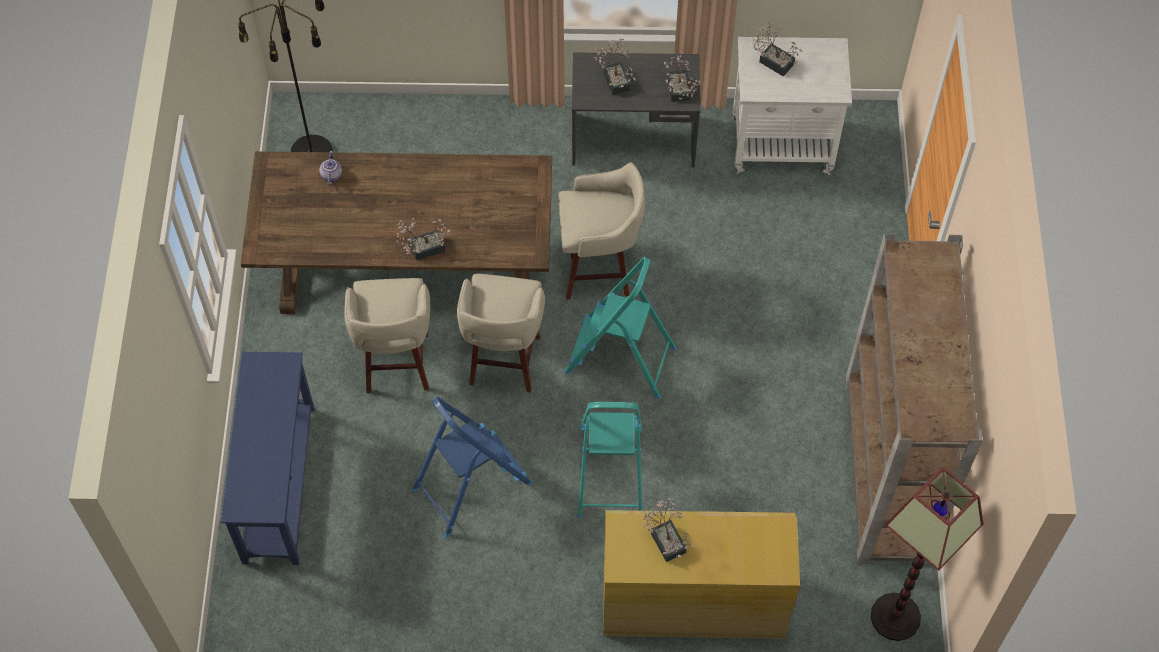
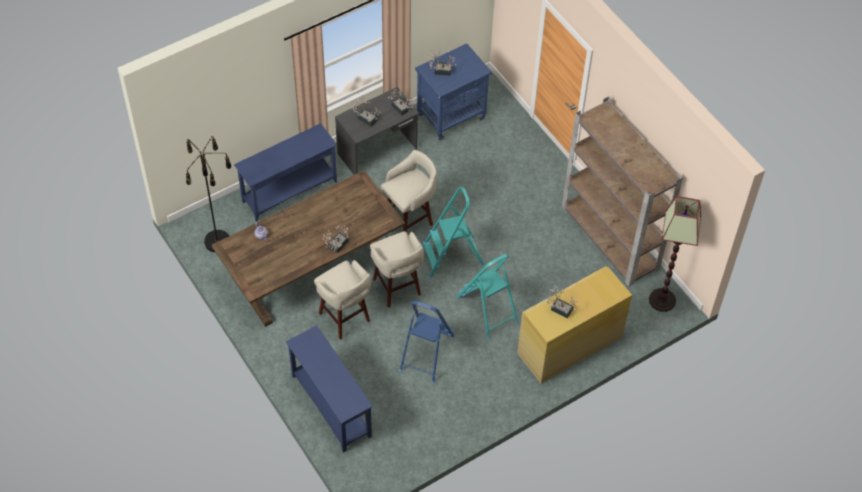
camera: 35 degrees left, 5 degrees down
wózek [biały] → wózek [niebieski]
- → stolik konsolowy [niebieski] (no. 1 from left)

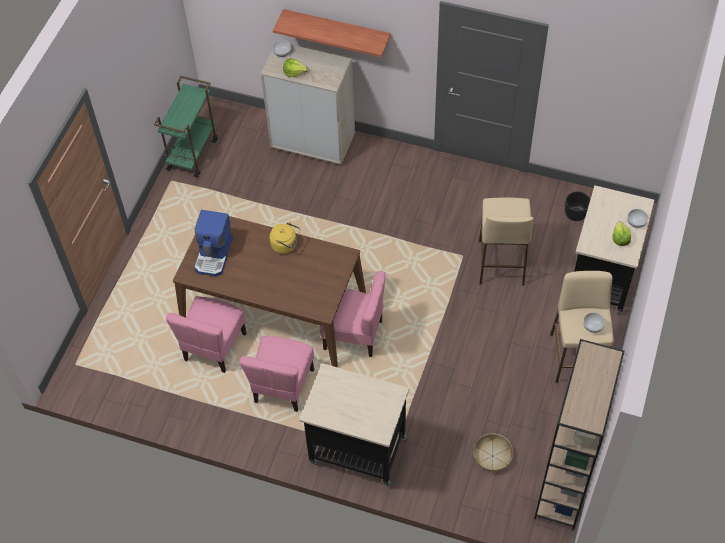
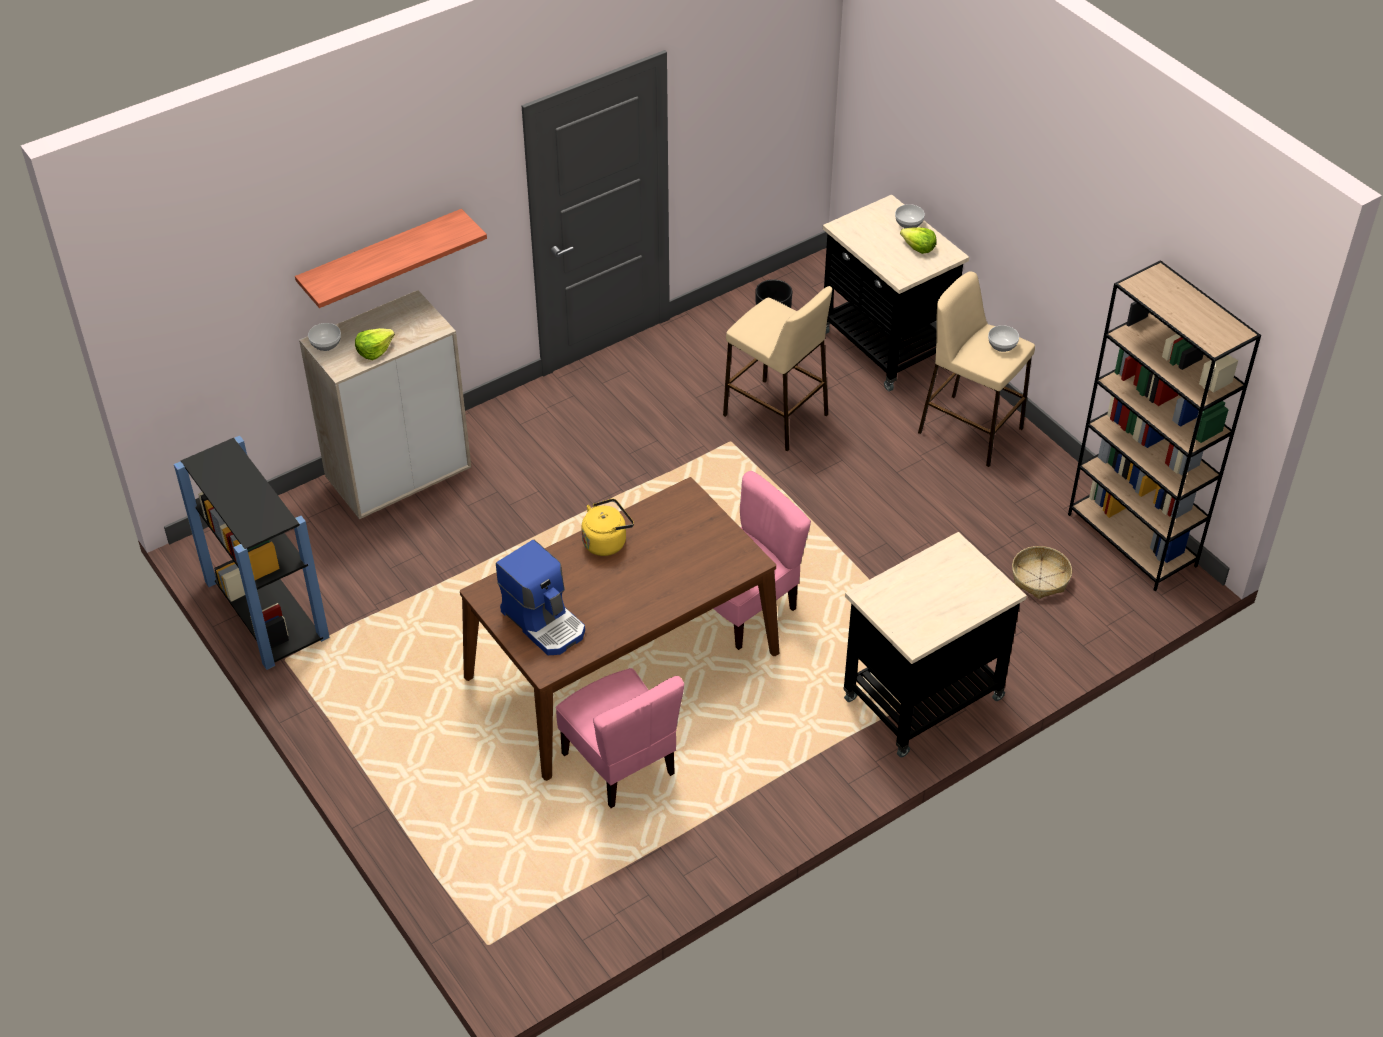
camera: 55 degrees left, 10 degrees down
wózek [zielony] → regał [czarny]
krzesło [różowy] (no. 2 from left) → -

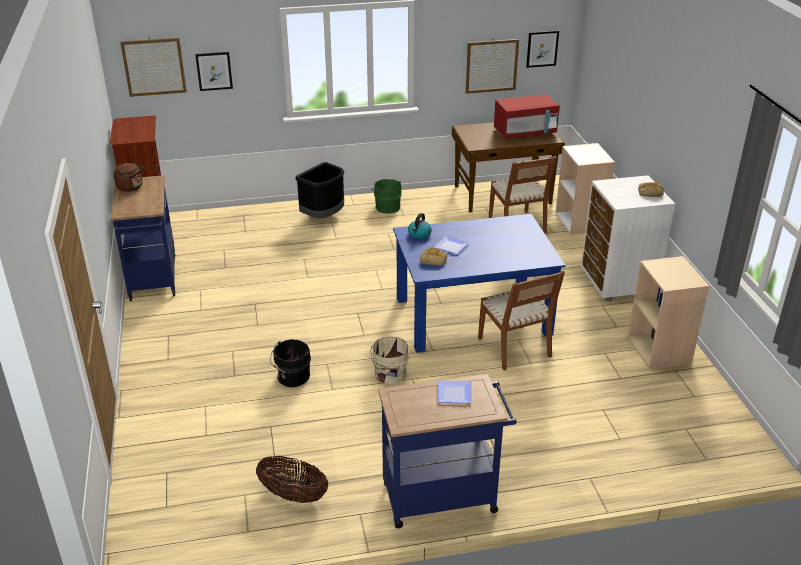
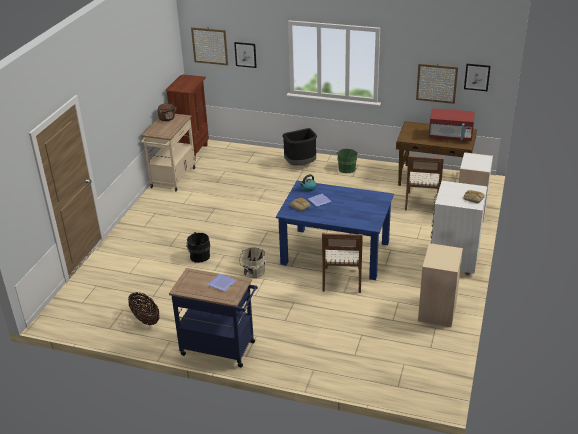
camera: 30 degrees right, 0 degrees up
wózek [niebieski] (no. 1 from left) → wózek [beżowy]

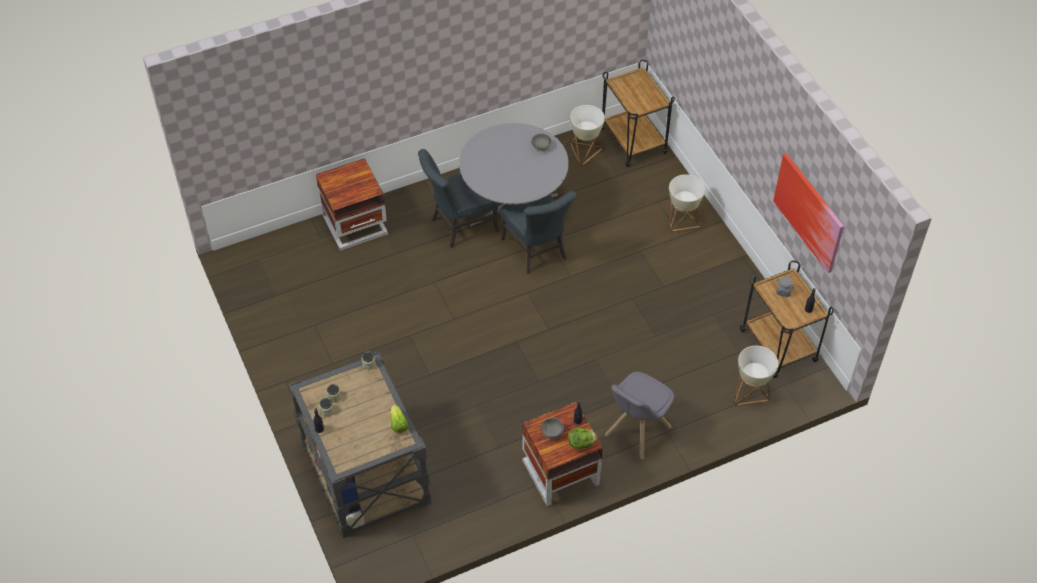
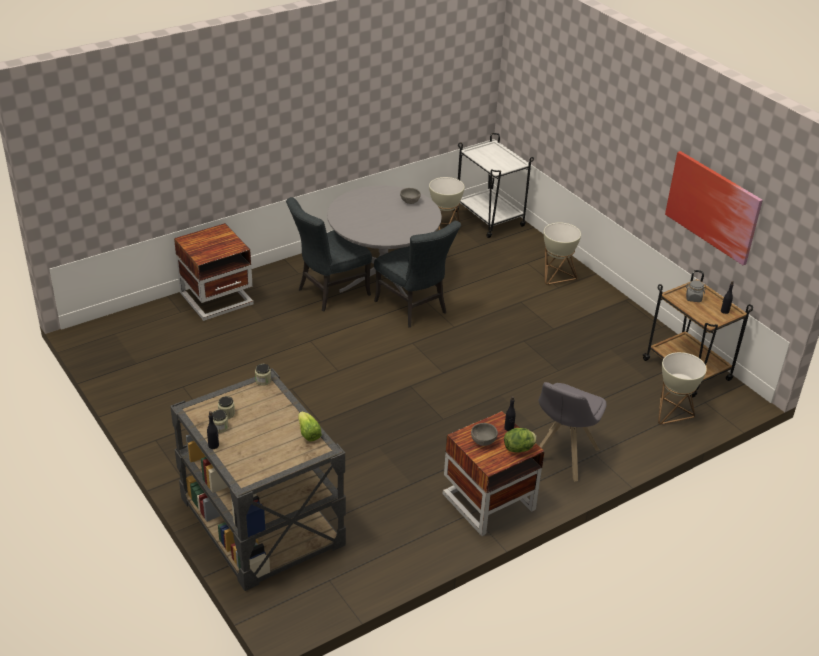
camera: 10 degrees left, 15 degrees down
wózek [brązowy] (no. 1 from left) → wózek [biały]

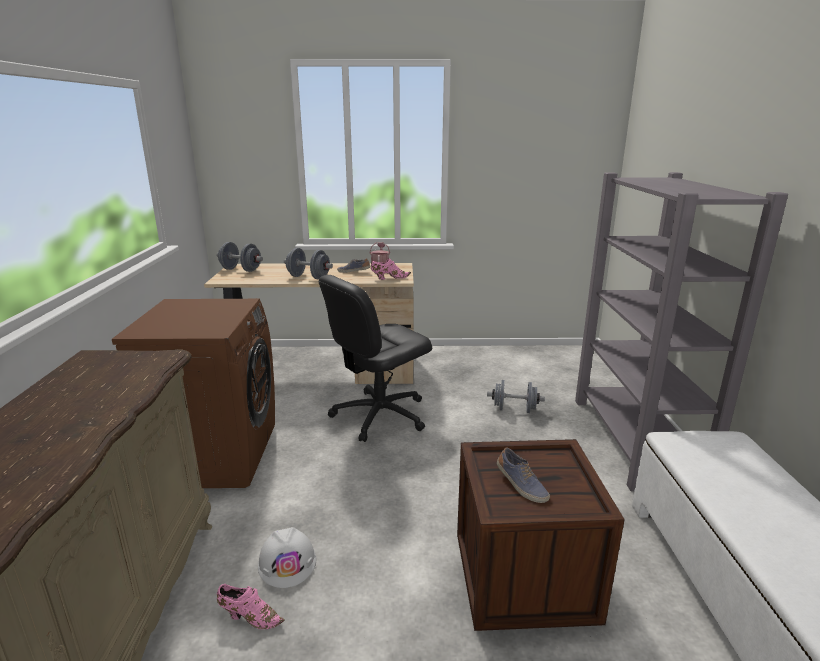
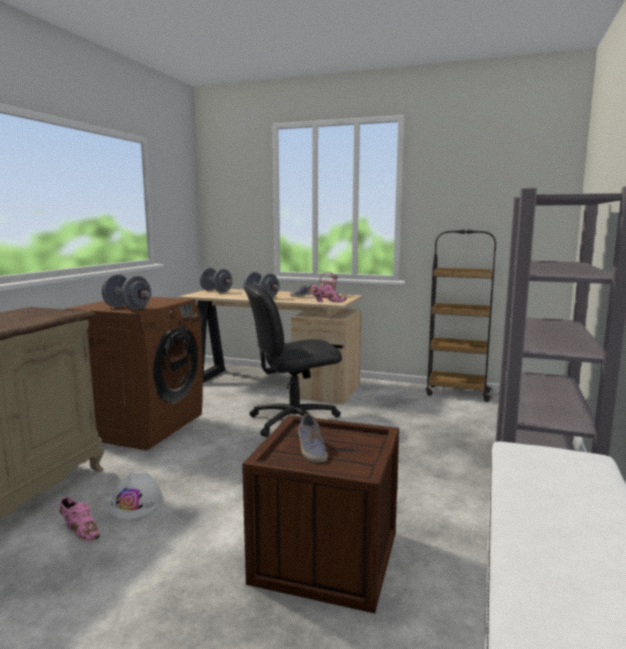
camera: 20 degrees right, 10 degrees down
hantel [szary] (no. 3 from left in the first image) → hantel [szary] (no. 1 from left), relocated
- → wózek [brązowy]

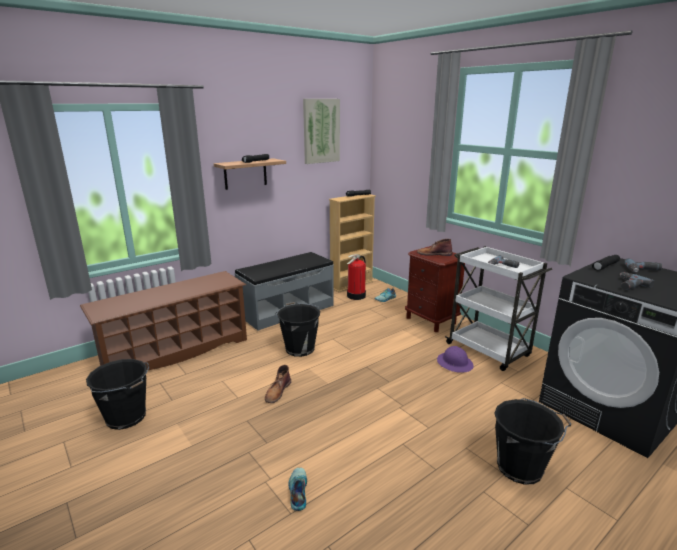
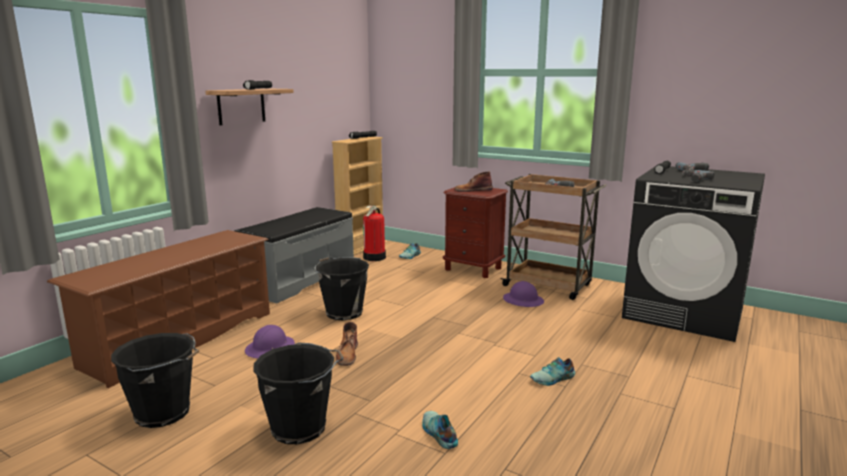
camera: 20 degrees left, 5 degrees down
obraz → -
wózek [biały] → wózek [brązowy]
wiadro [czarny] (no. 3 from left in the first image) → wiadro [czarny] (no. 2 from left), relocated
- → kask [fioletowy] (no. 1 from left)
- → but (no. 3 from left)

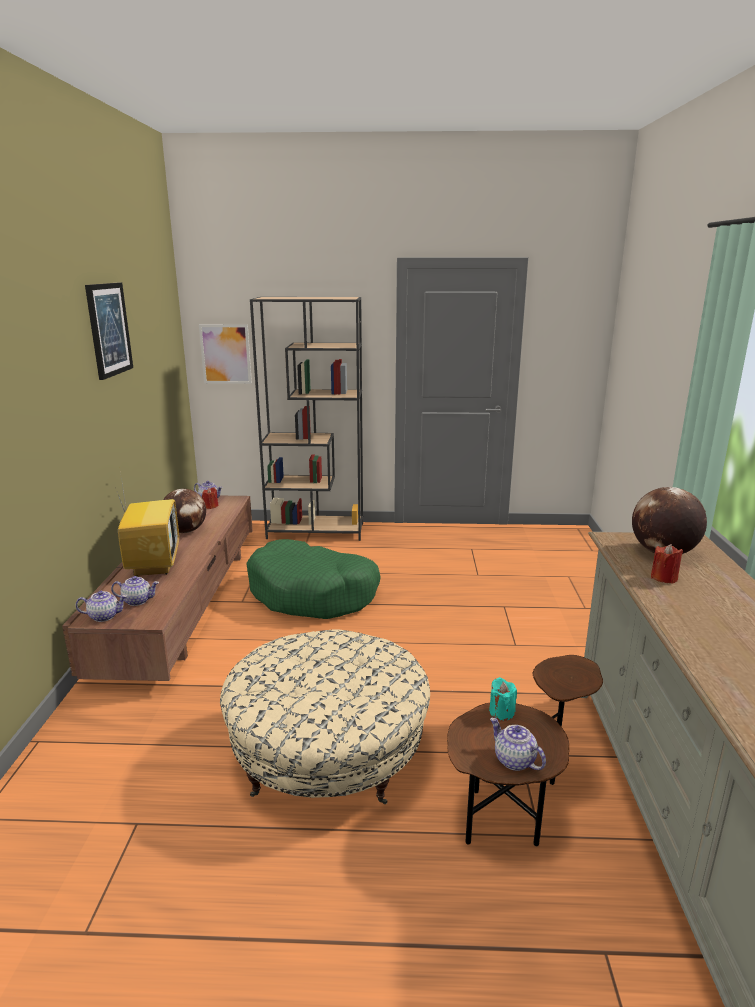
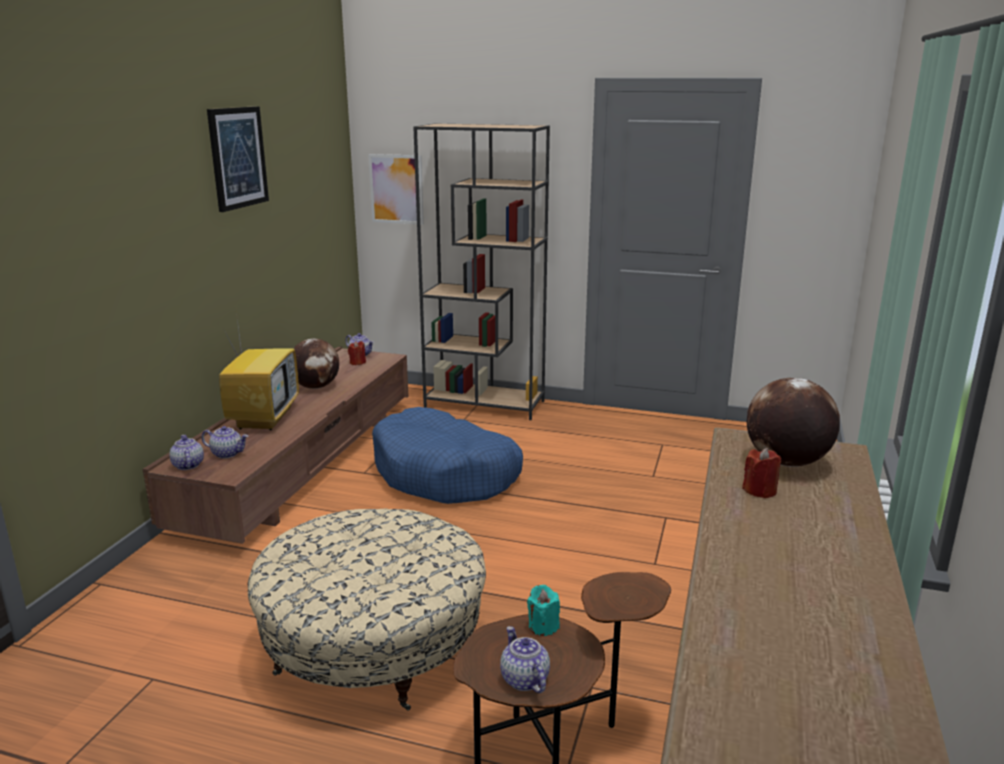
camera: 15 degrees right, 0 degrees up
imbryk (no. 1 from left), 120 degrees counterclockwise
legowisko [zielony] → legowisko [niebieski]

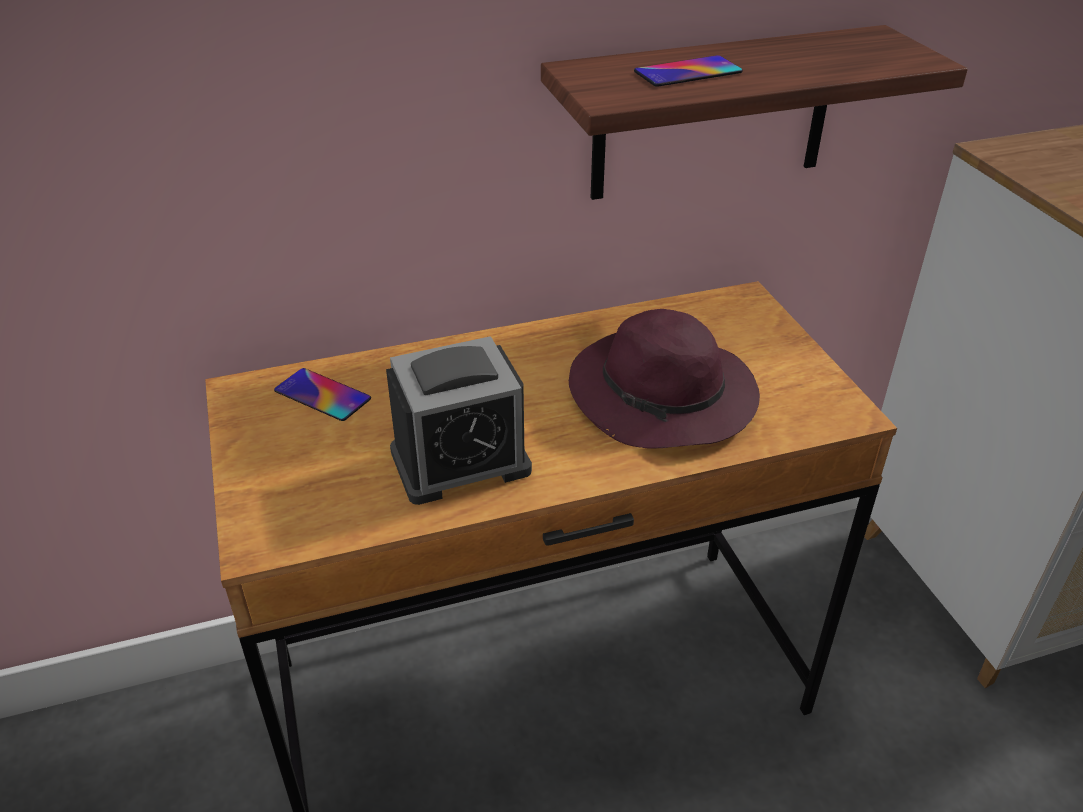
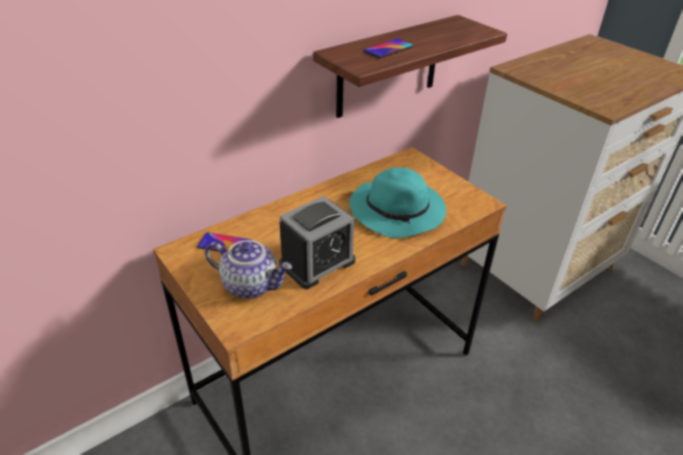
camera: 20 degrees left, 0 degrees up
kapelusz [fioletowy] → kapelusz [turkusowy]
- → imbryk

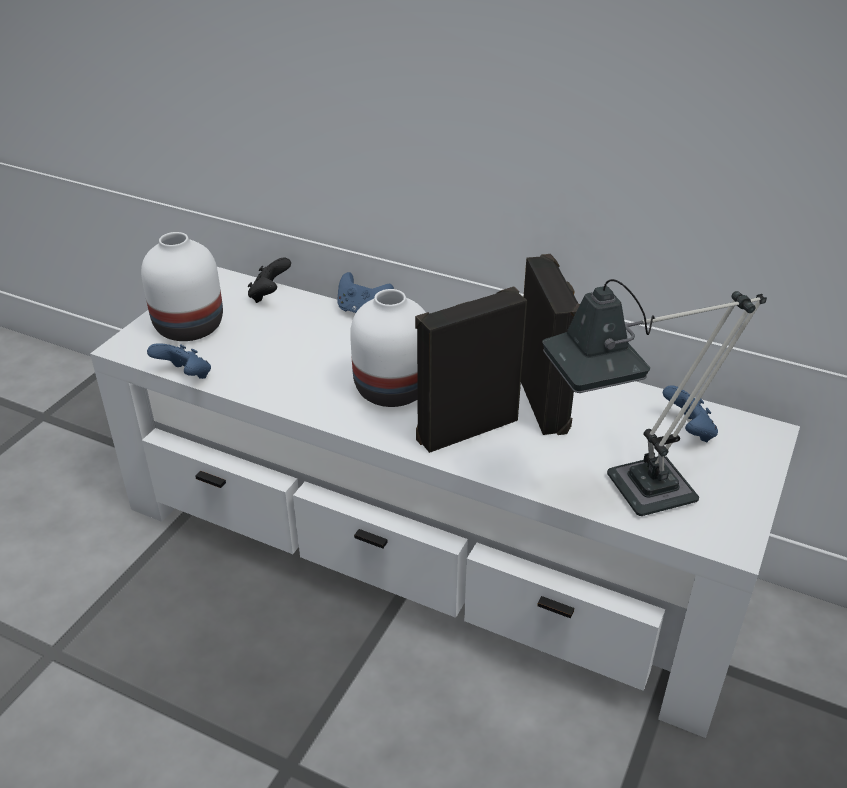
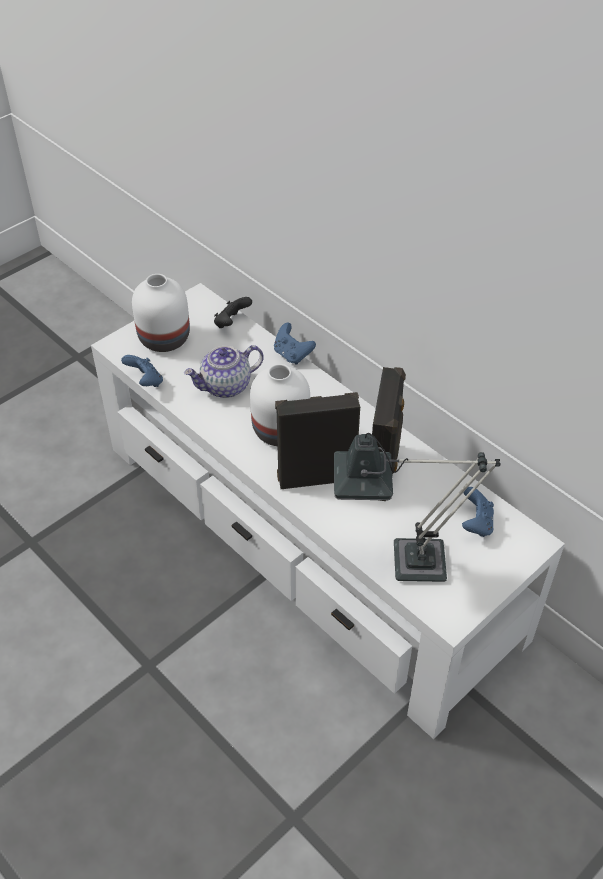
camera: 20 degrees right, 10 degrees up
- → imbryk

